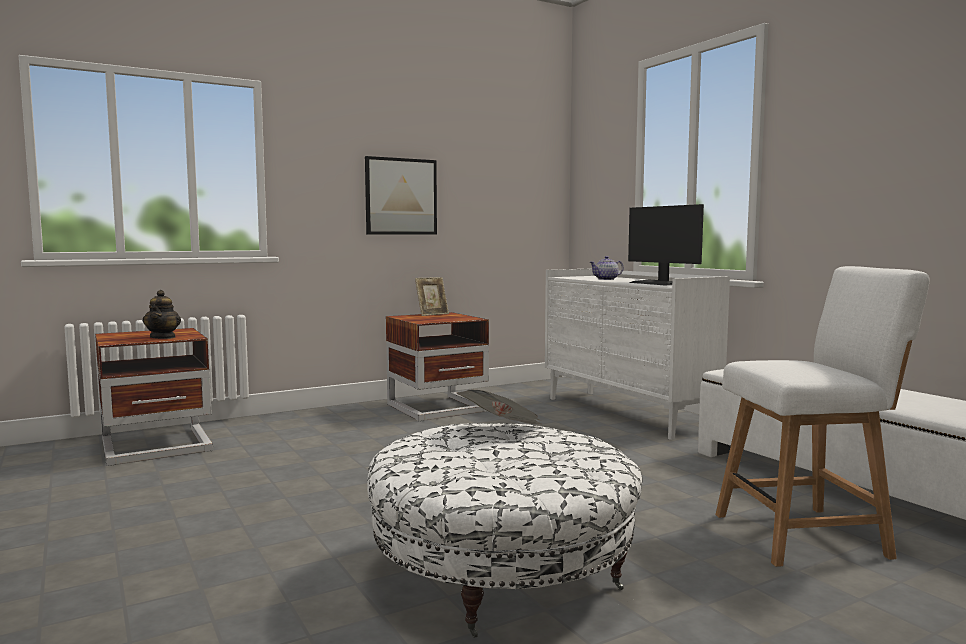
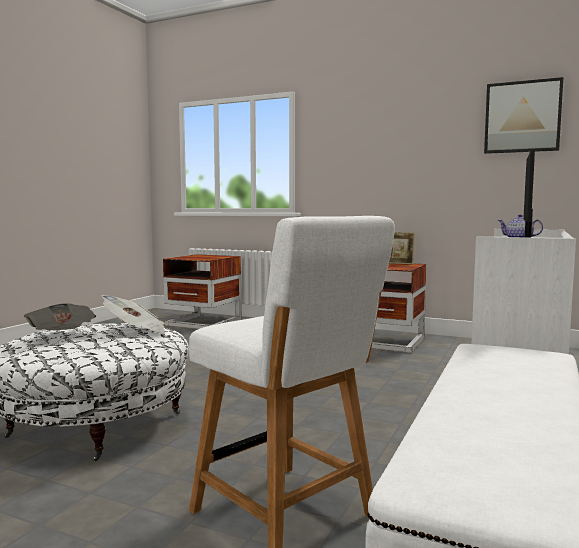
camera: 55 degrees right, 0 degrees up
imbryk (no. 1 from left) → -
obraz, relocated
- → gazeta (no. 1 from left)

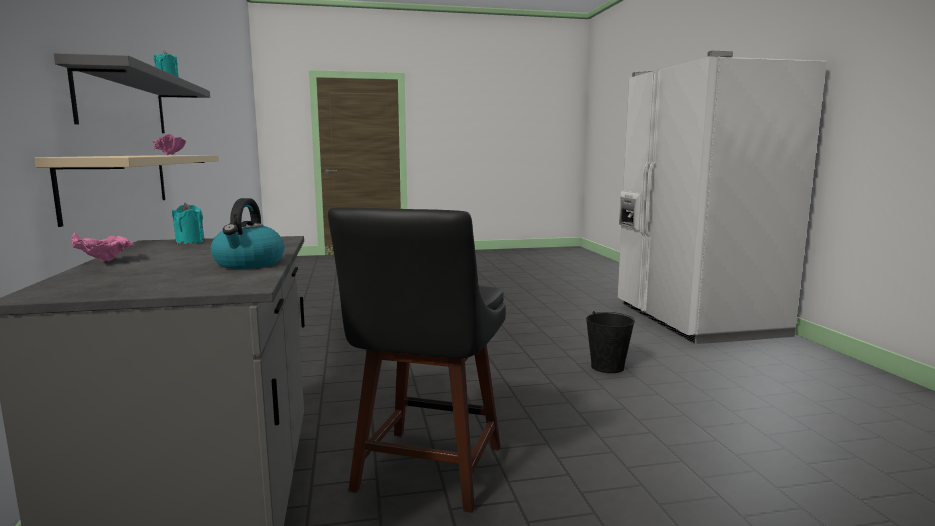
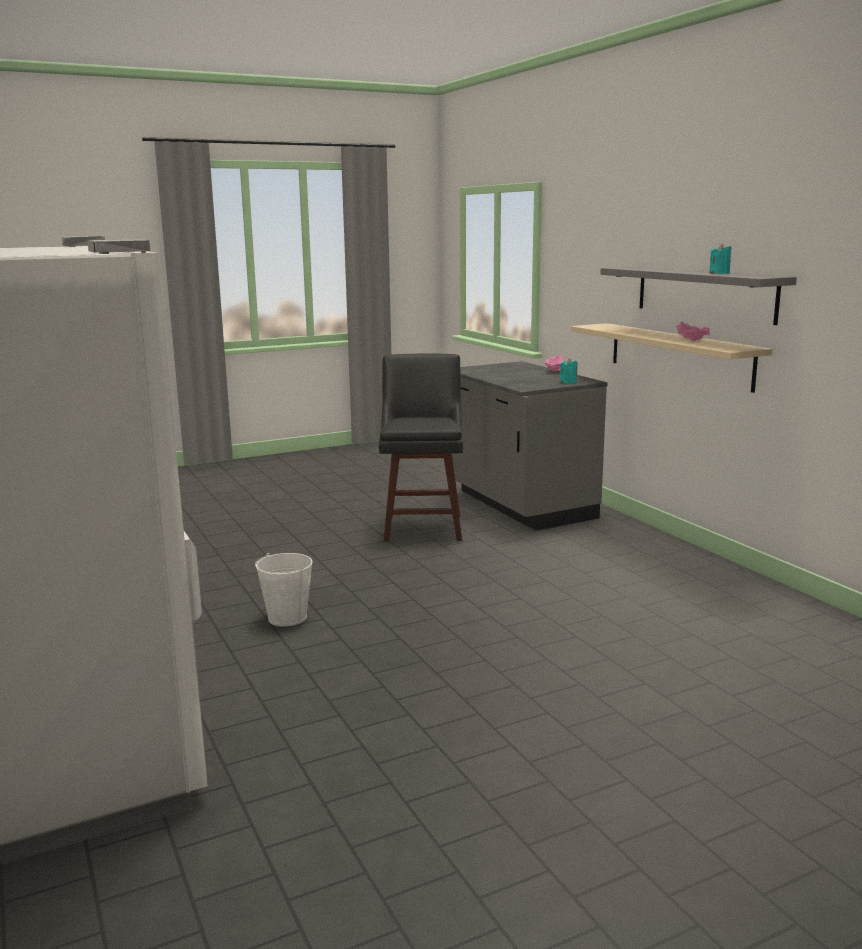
camera: 165 degrees right, 5 degrees up
czajnik → -
wiadro [czarny] → wiadro [biały]

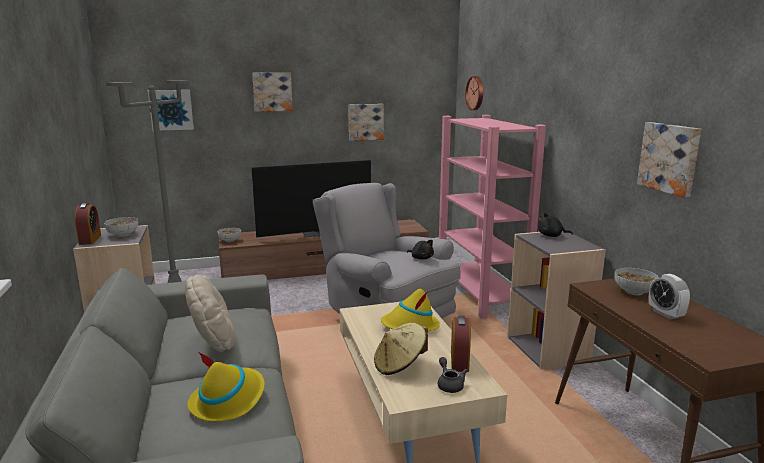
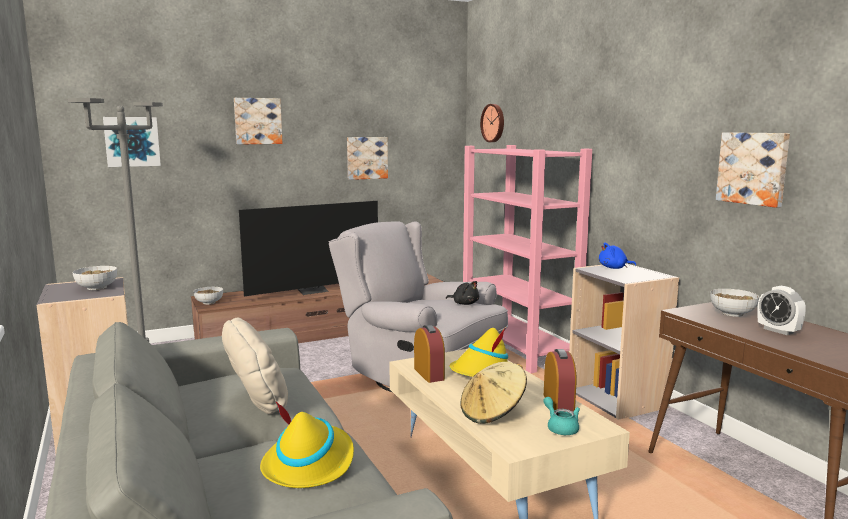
camera: 10 degrees left, 5 degrees down
budzik (no. 1 from left), relocated
imbryk [szary] → imbryk [turkusowy]
pluszak [czarny] (no. 2 from left) → pluszak [niebieski]

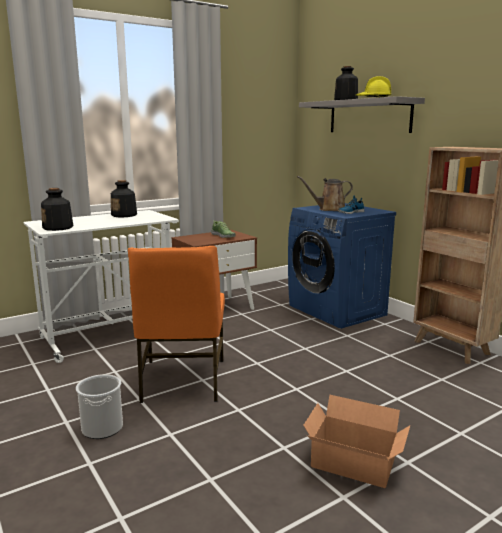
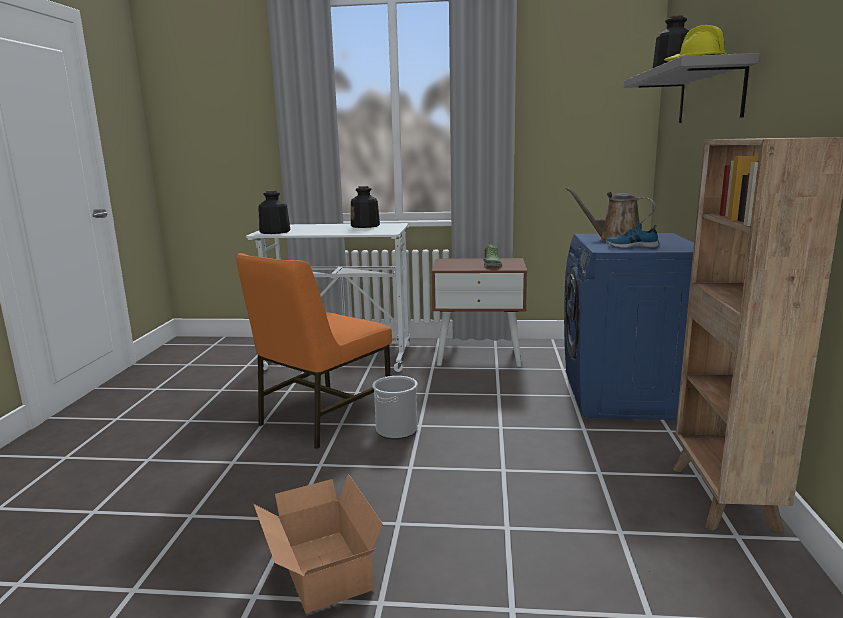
camera: 40 degrees right, 0 degrees up
wiadro, relocated

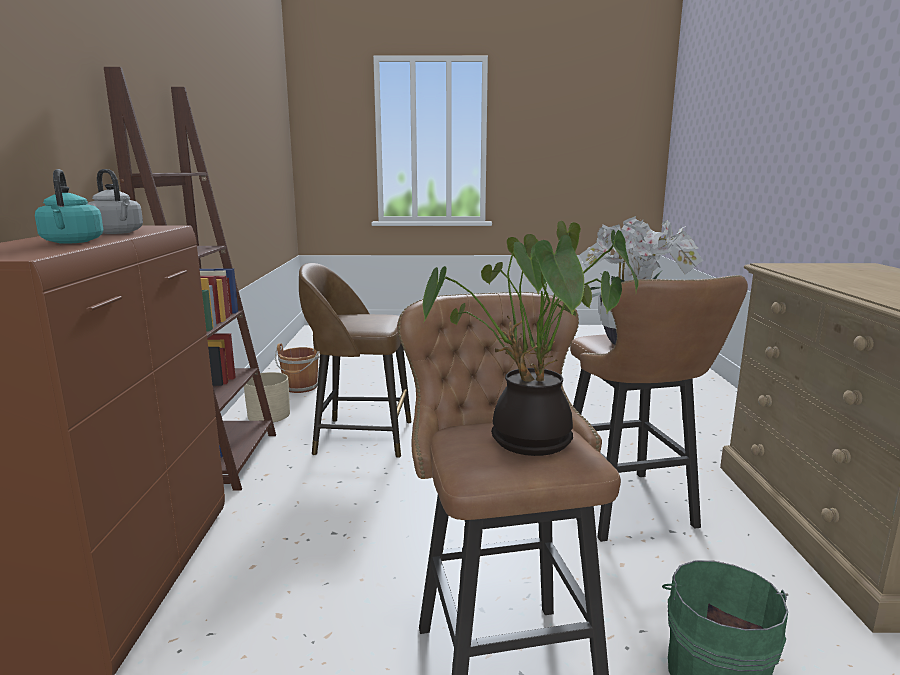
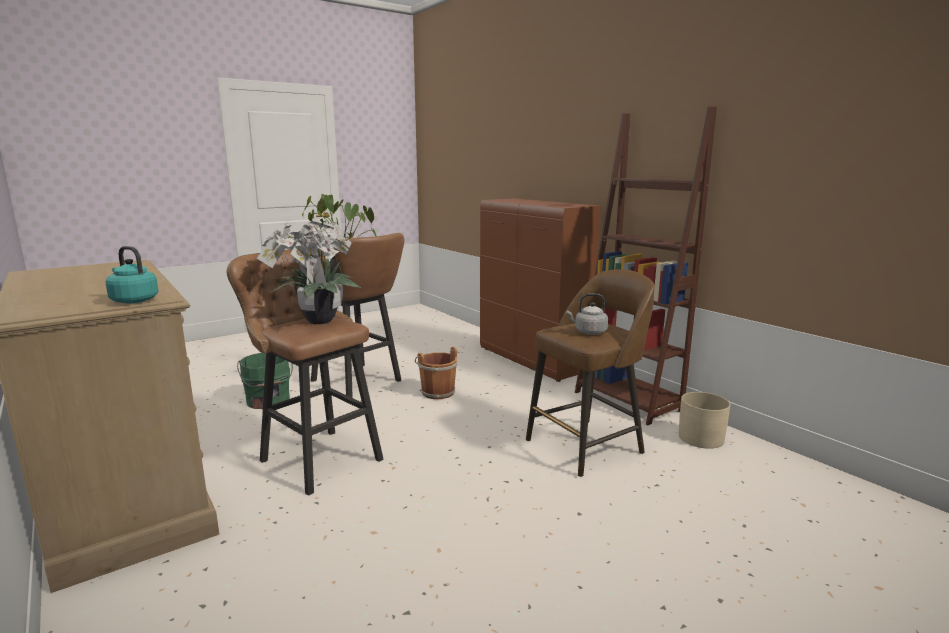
camera: 145 degrees right, 0 degrees up
czajnik [turkusowy], relocated
czajnik [szary], relocated
wiadro [brązowy], relocated

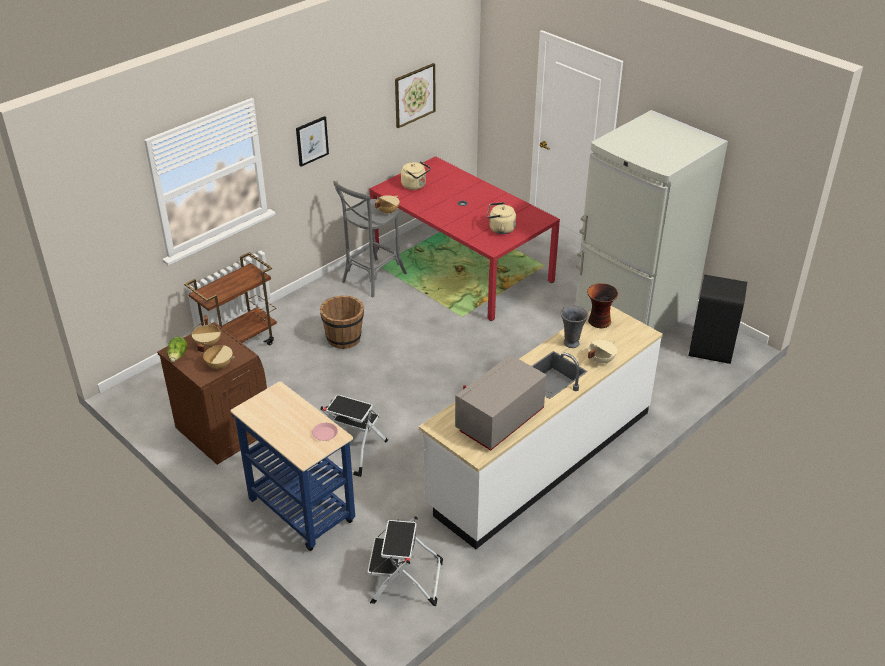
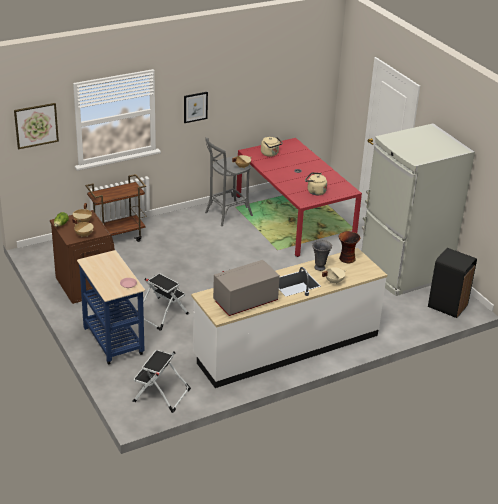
camera: 15 degrees right, 5 degrees down
wiadro [brązowy] → -
obraz (no. 2 from left in the first image) → obraz (no. 1 from left), relocated

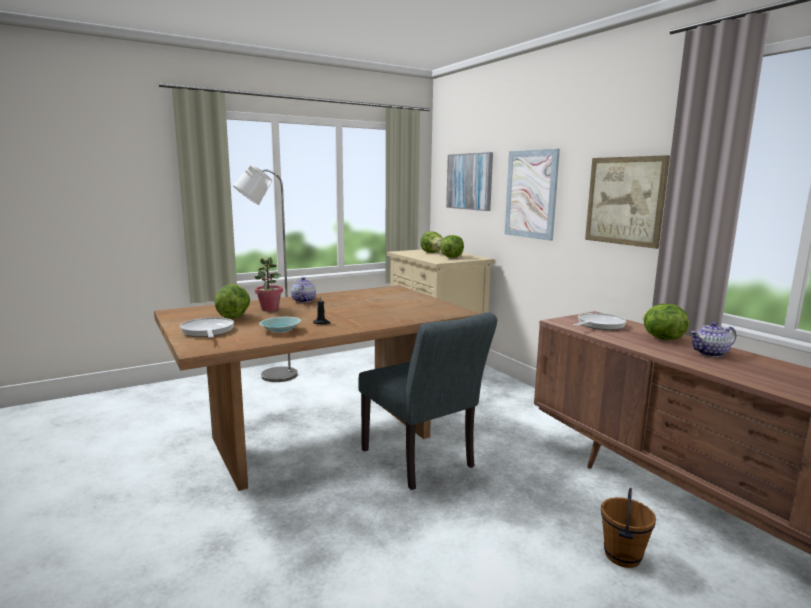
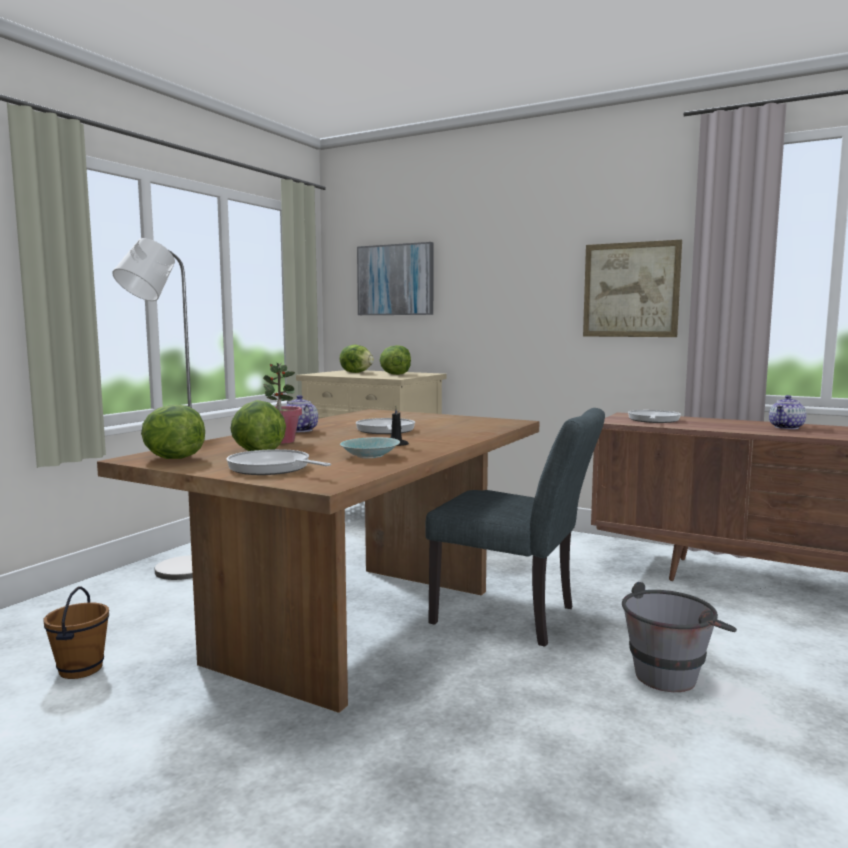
camera: 30 degrees left, 5 degrees down
obraz (no. 2 from left) → -
wiadro [brązowy], relocated
sałata (no. 4 from left in the first image) → sałata (no. 1 from left), relocated
- → patelnia (no. 2 from left)
- → wiadro [szary]

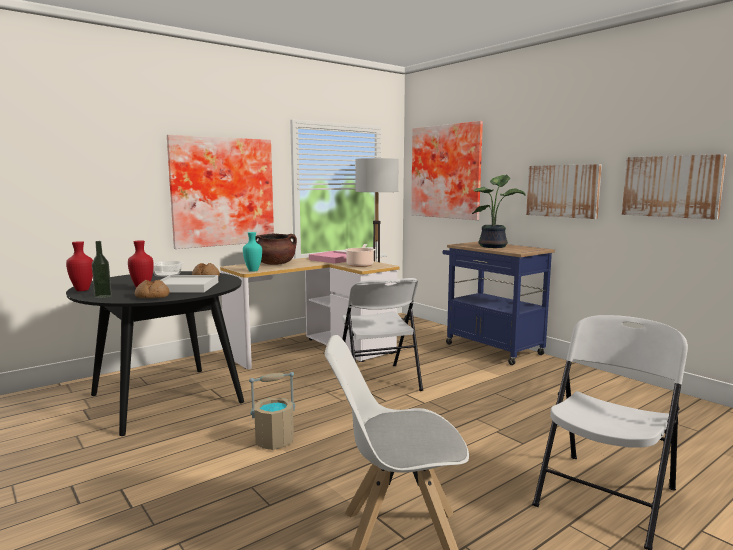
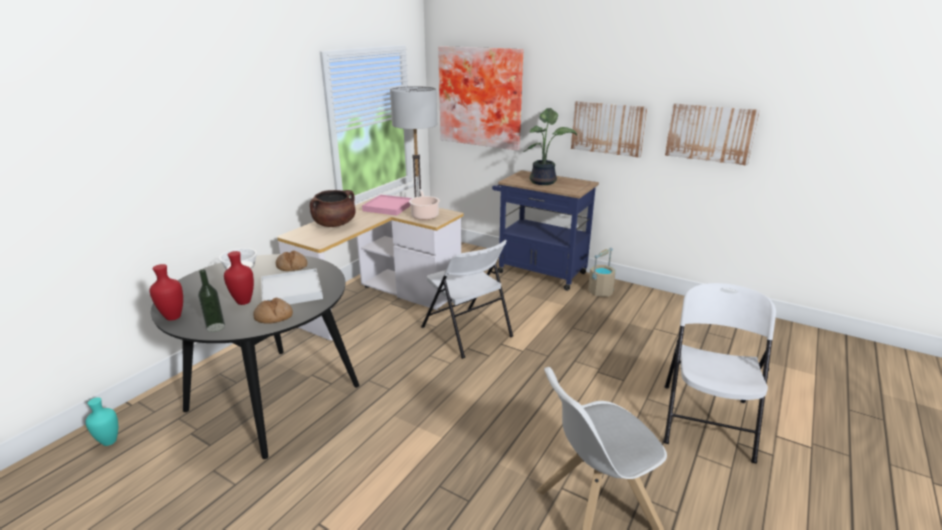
camera: 20 degrees left, 15 degrees up
obraz (no. 1 from left) → -
wazon [turkusowy], relocated
wiadro [beżowy], relocated

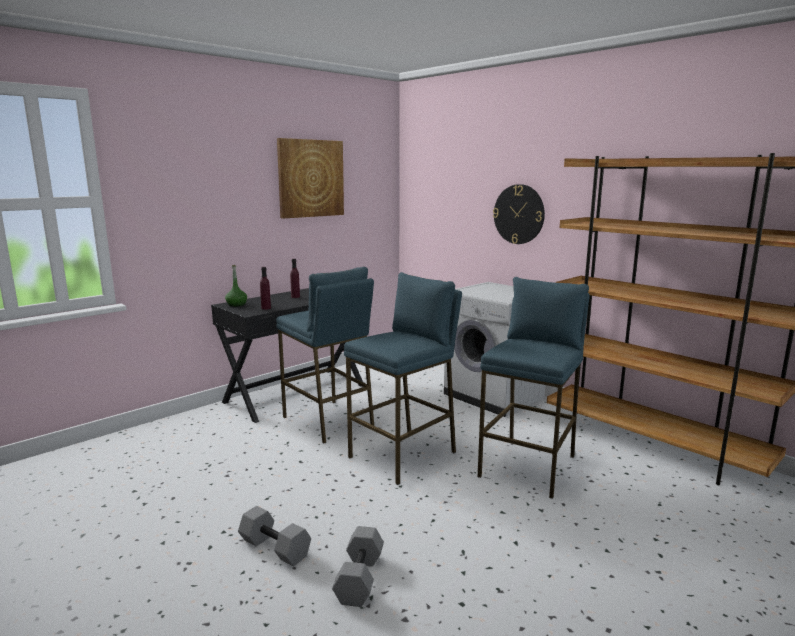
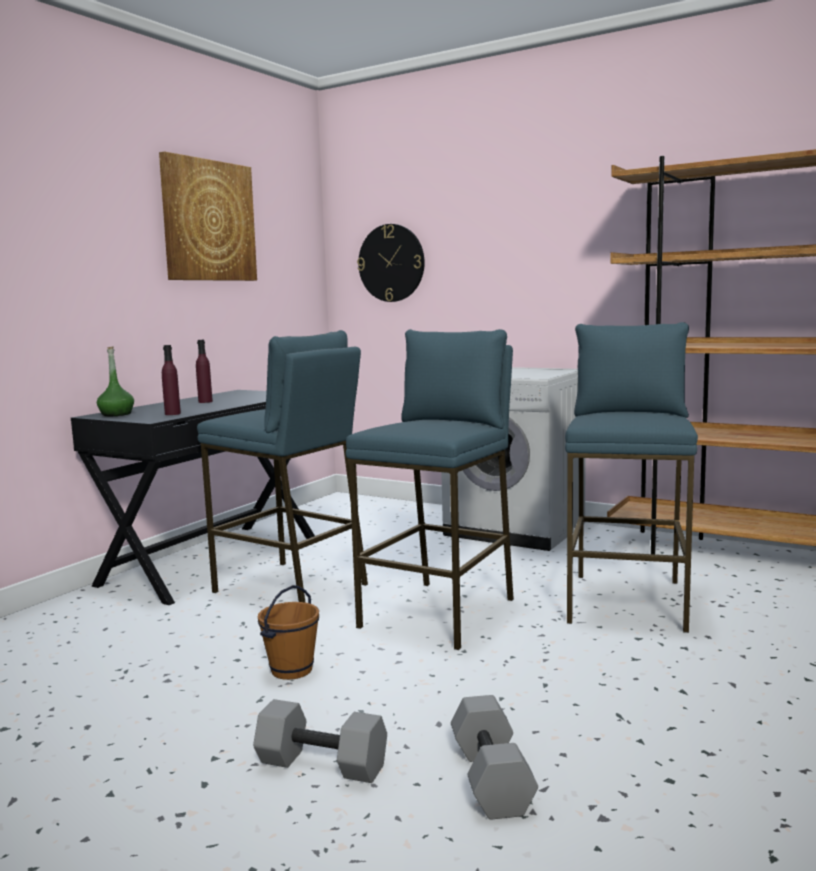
camera: 15 degrees left, 5 degrees down
zegar ścienny, relocated
- → wiadro [brązowy]

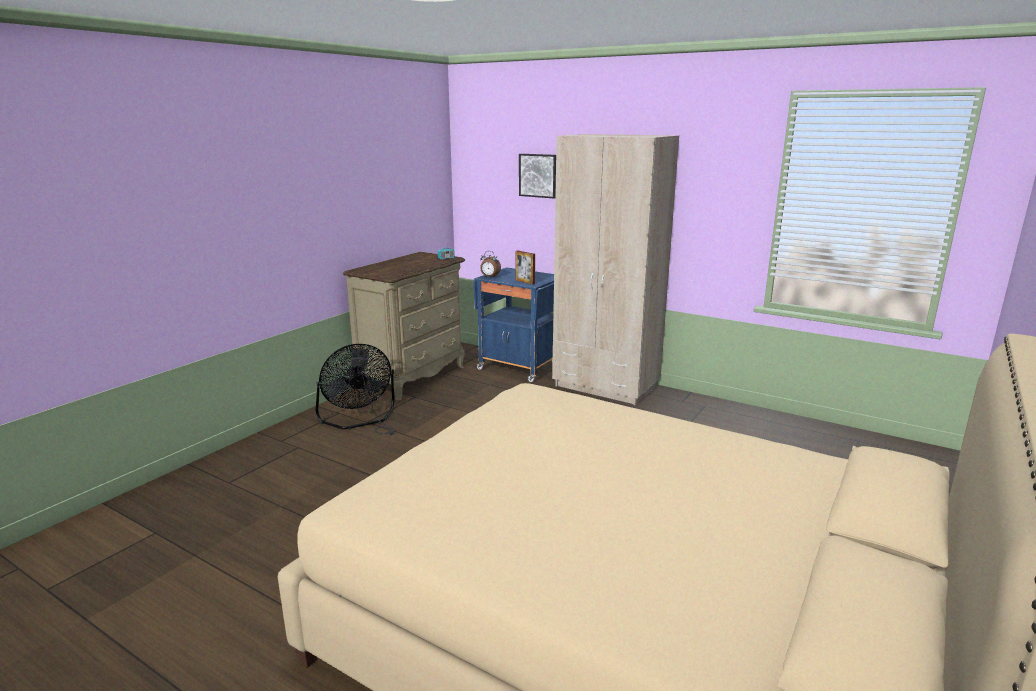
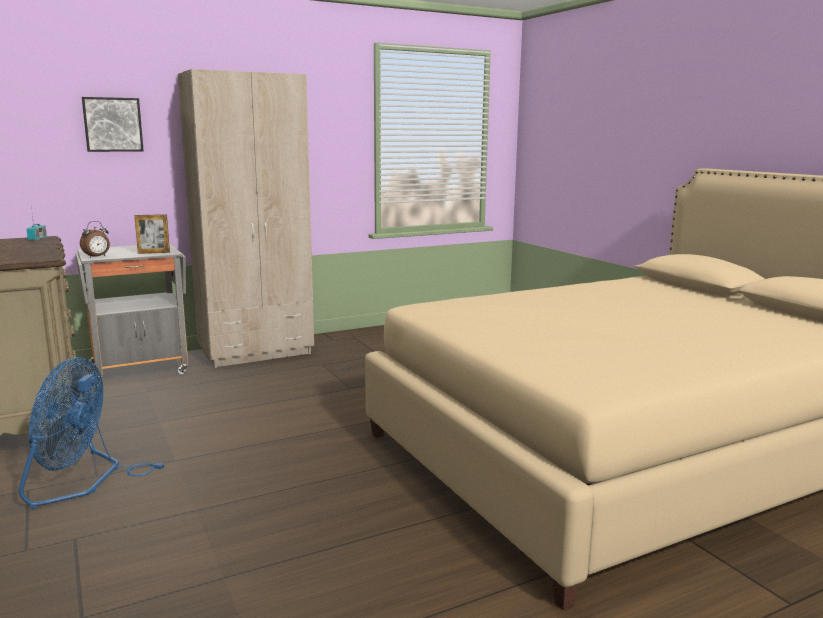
camera: 60 degrees left, 5 degrees down
wentylator [czarny] → wentylator [niebieski]
wózek [niebieski] → wózek [szary]

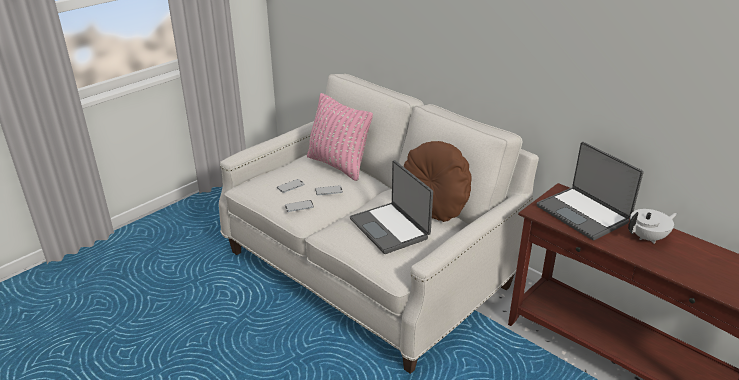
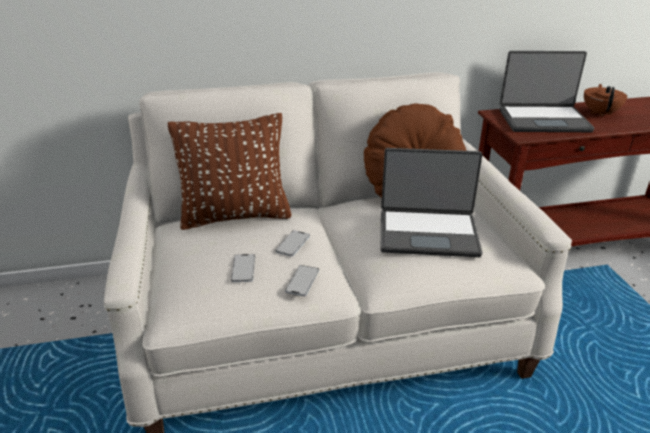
camera: 55 degrees left, 0 degrees up
poduszka [różowy] → poduszka [brązowy] (no. 1 from left)
imbryk [biały] → imbryk [brązowy]

